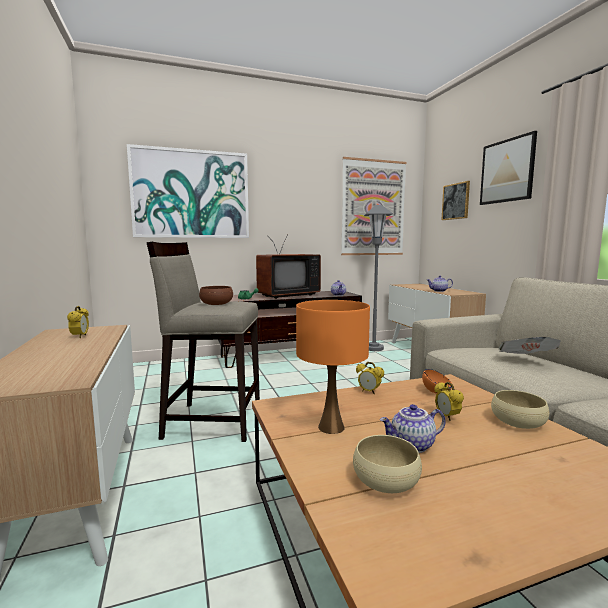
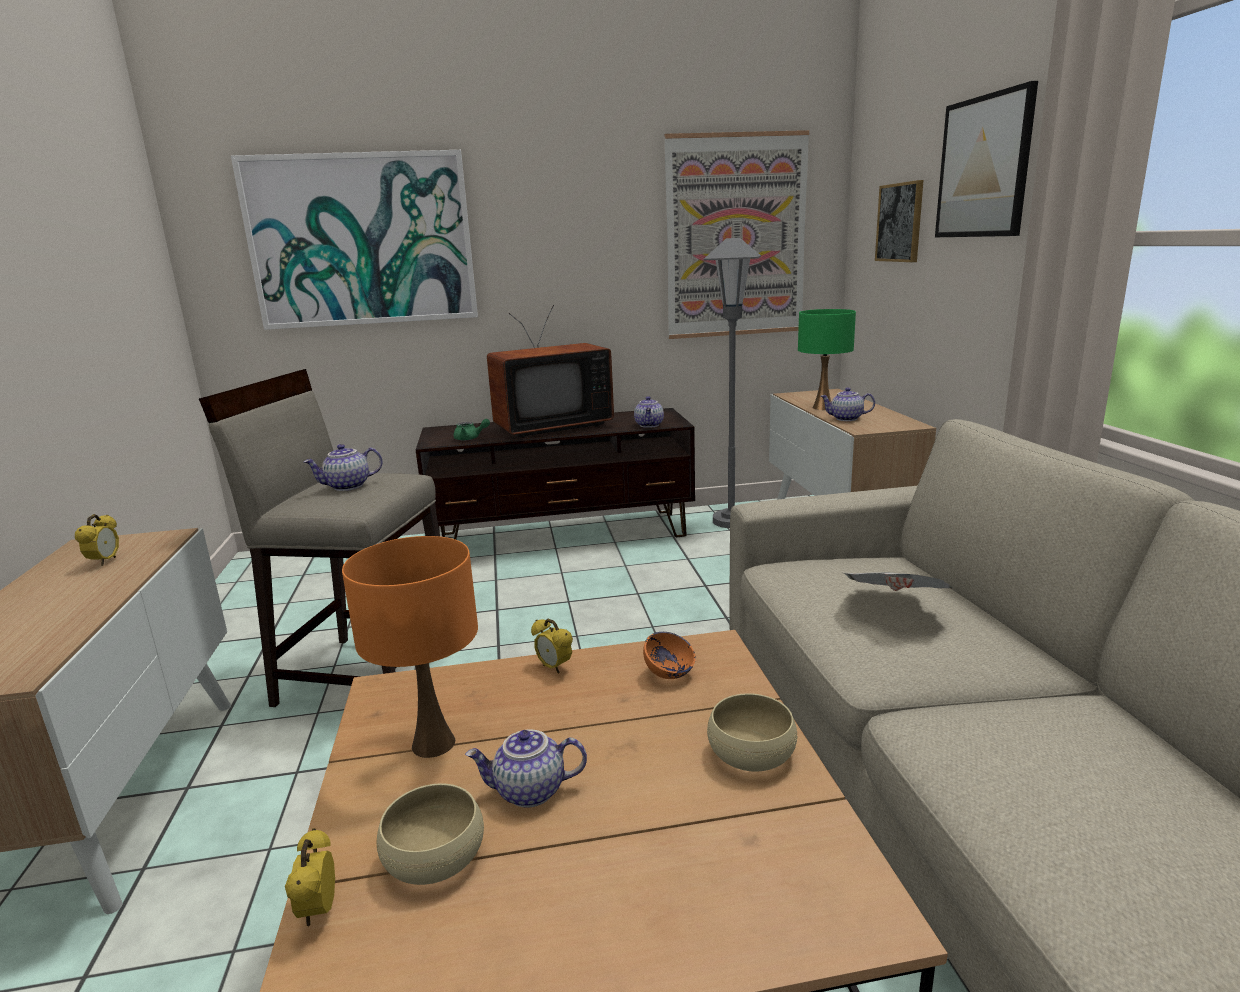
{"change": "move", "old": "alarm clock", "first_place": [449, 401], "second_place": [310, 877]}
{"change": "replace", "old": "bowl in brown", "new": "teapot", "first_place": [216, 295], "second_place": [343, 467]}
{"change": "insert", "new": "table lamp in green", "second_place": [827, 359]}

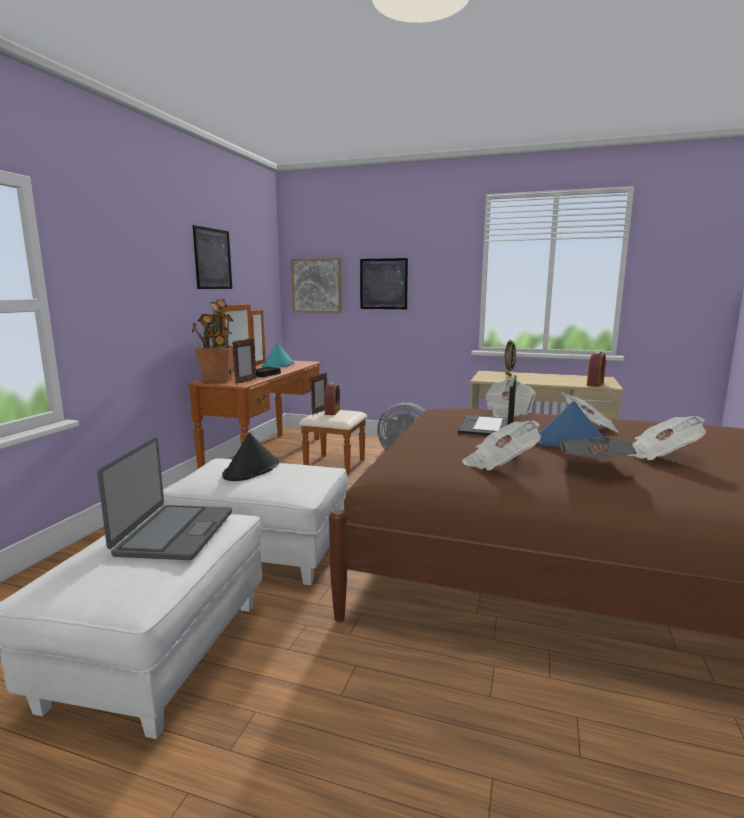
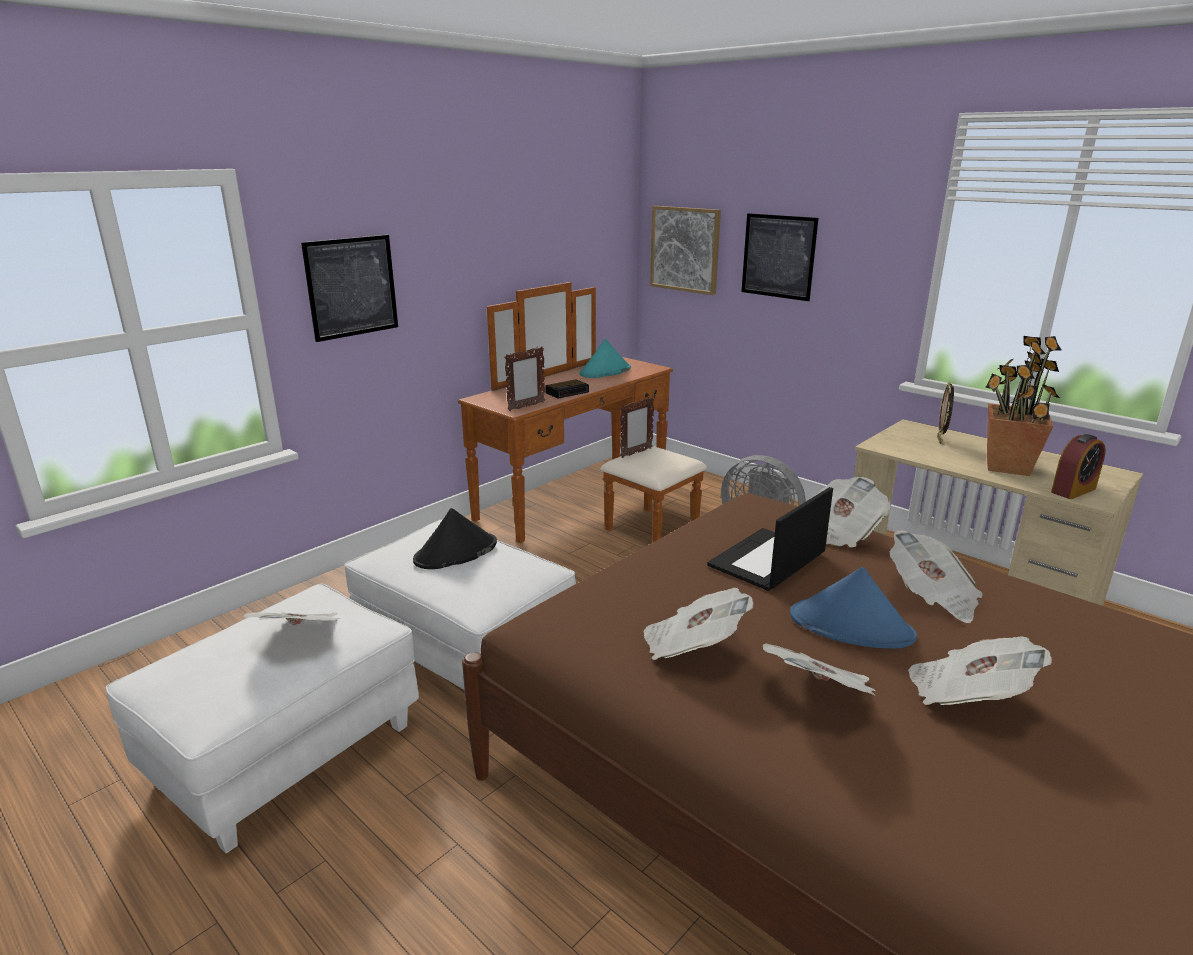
{"change": "replace", "old": "laptop", "new": "newspaper", "first_place": [164, 498], "second_place": [292, 619]}
{"change": "move", "old": "picture", "first_place": [212, 257], "second_place": [349, 288]}
{"change": "move", "old": "potted plant", "first_place": [213, 341], "second_place": [1023, 406]}
{"change": "delete", "old": "alarm clock", "first_place": [332, 398]}

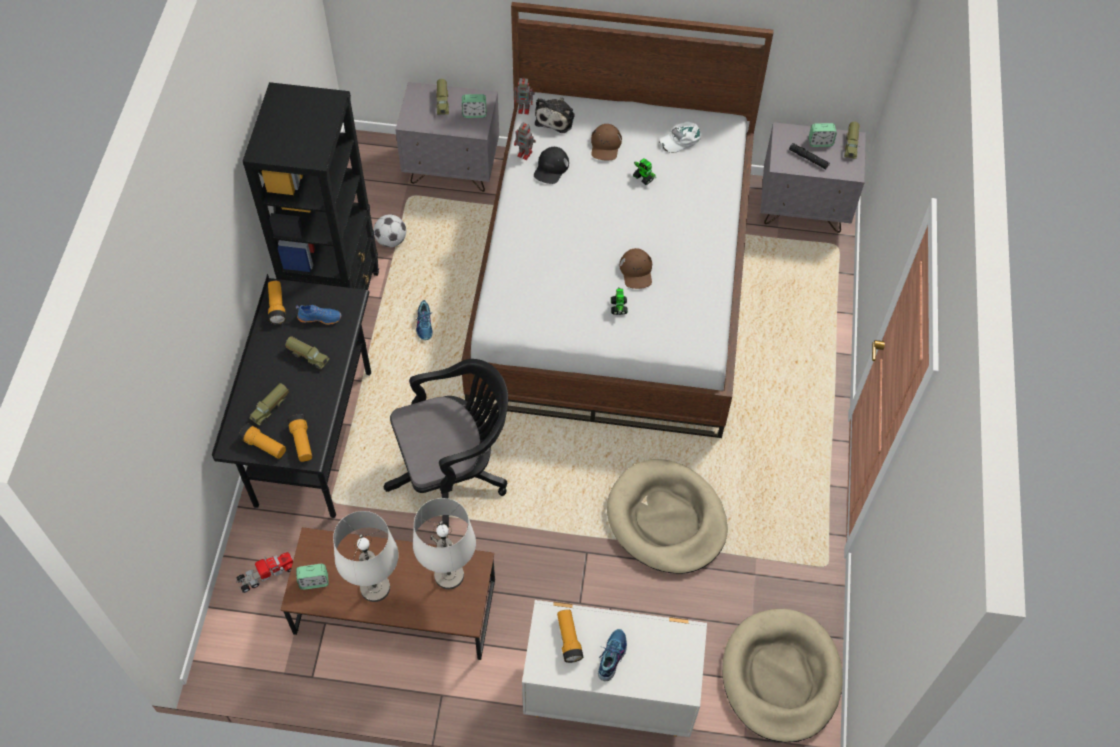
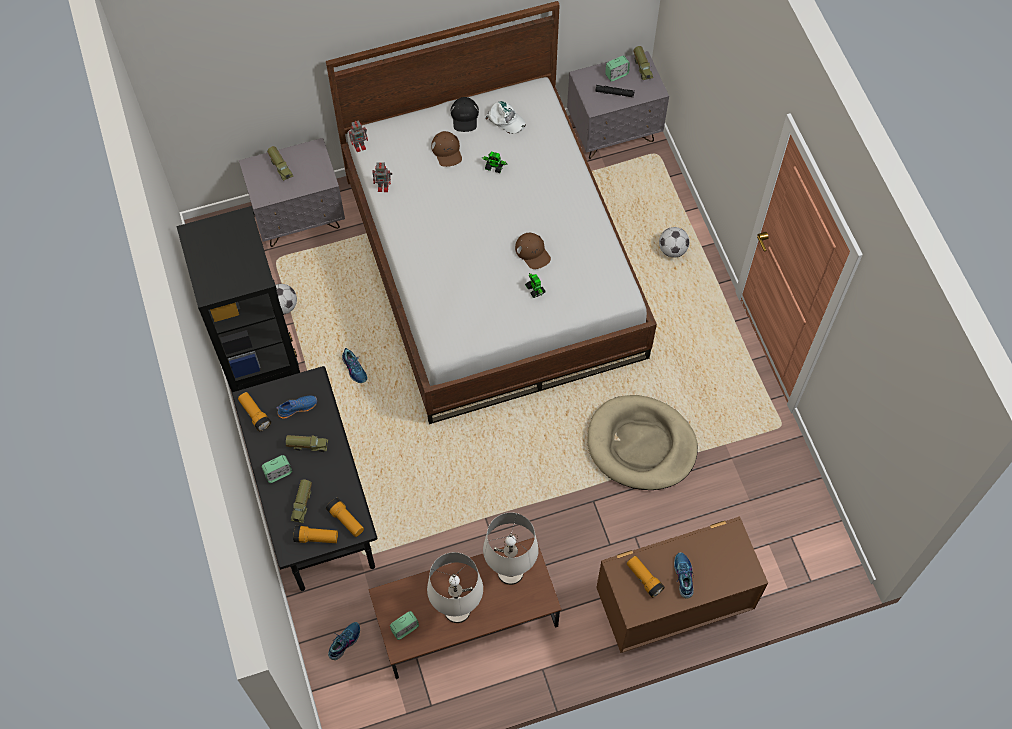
{"change": "move", "old": "alarm clock", "first_place": [474, 106], "second_place": [276, 469]}
{"change": "replace", "old": "toy truck", "new": "shoe", "first_place": [264, 572], "second_place": [344, 641]}
{"change": "move", "old": "cap in black", "first_place": [551, 165], "second_place": [465, 114]}
{"change": "rotate", "old": "cap in white", "first_place": [680, 137], "second_place": [505, 117], "degrees": -90}
{"change": "recolor", "old": "dresser in white", "new": "dresser in brown", "first_place": [614, 668], "second_place": [682, 584]}
{"change": "insert", "new": "football", "second_place": [674, 242]}
{"change": "delete", "old": "office chair in black", "first_place": [446, 443]}
{"change": "delete", "old": "plush toy", "first_place": [555, 115]}
{"change": "delete", "old": "dog bed in beige", "first_place": [782, 676]}

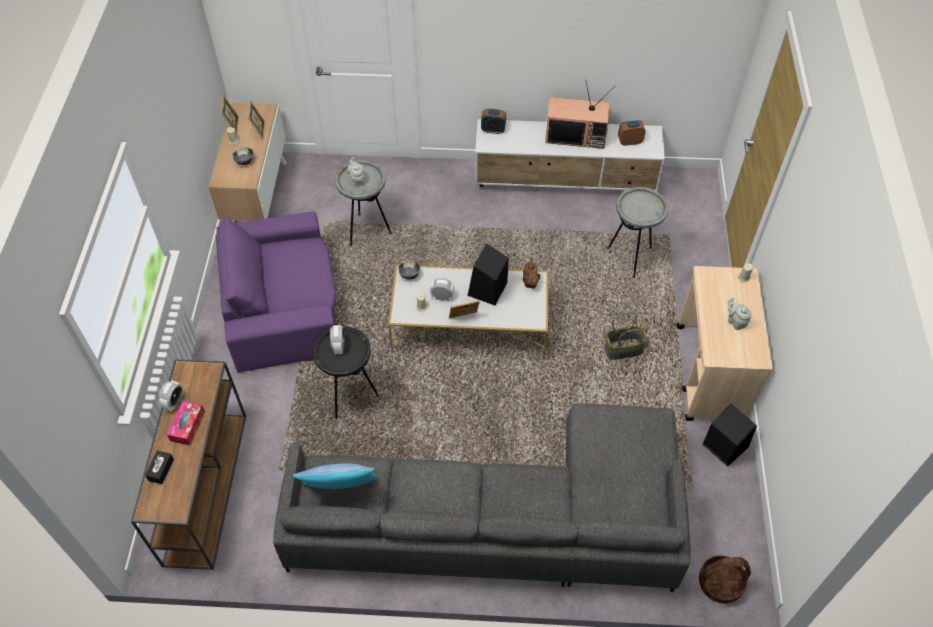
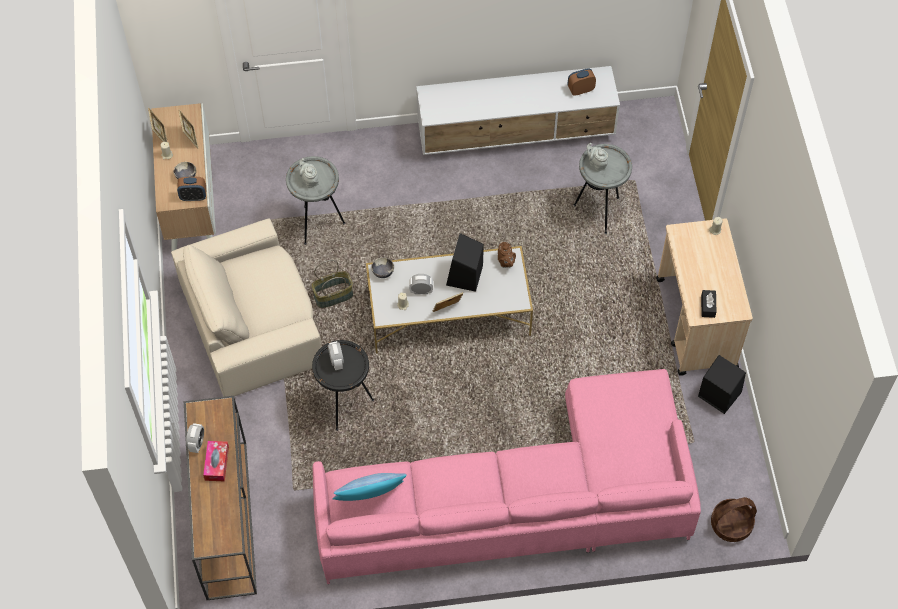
{"change": "recolor", "old": "armchair in purple", "new": "armchair in beige", "first_place": [276, 291], "second_place": [246, 307]}
{"change": "move", "old": "alarm clock", "first_place": [493, 121], "second_place": [191, 189]}
{"change": "move", "old": "basket", "first_place": [626, 336], "second_place": [332, 284]}
{"change": "recolor", "old": "sofa in grey", "new": "sofa in pink", "first_place": [482, 497], "second_place": [507, 476]}
{"change": "move", "old": "teapot in grey", "first_place": [740, 314], "second_place": [597, 157]}
{"change": "move", "old": "tissue box in black", "first_place": [159, 467], "second_place": [708, 304]}
{"change": "delete", "old": "television", "first_place": [580, 114]}

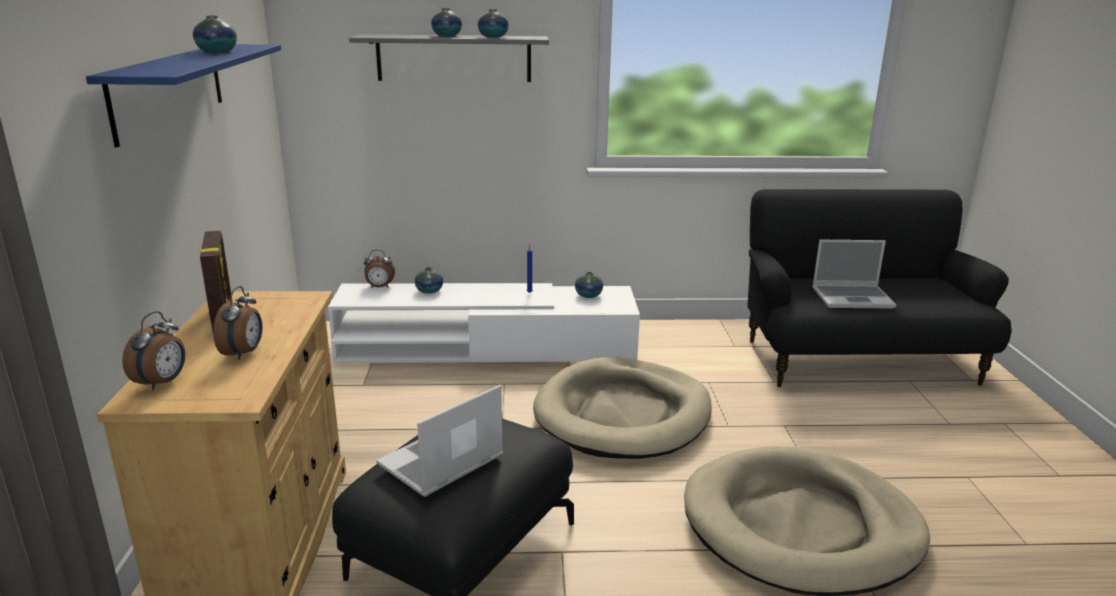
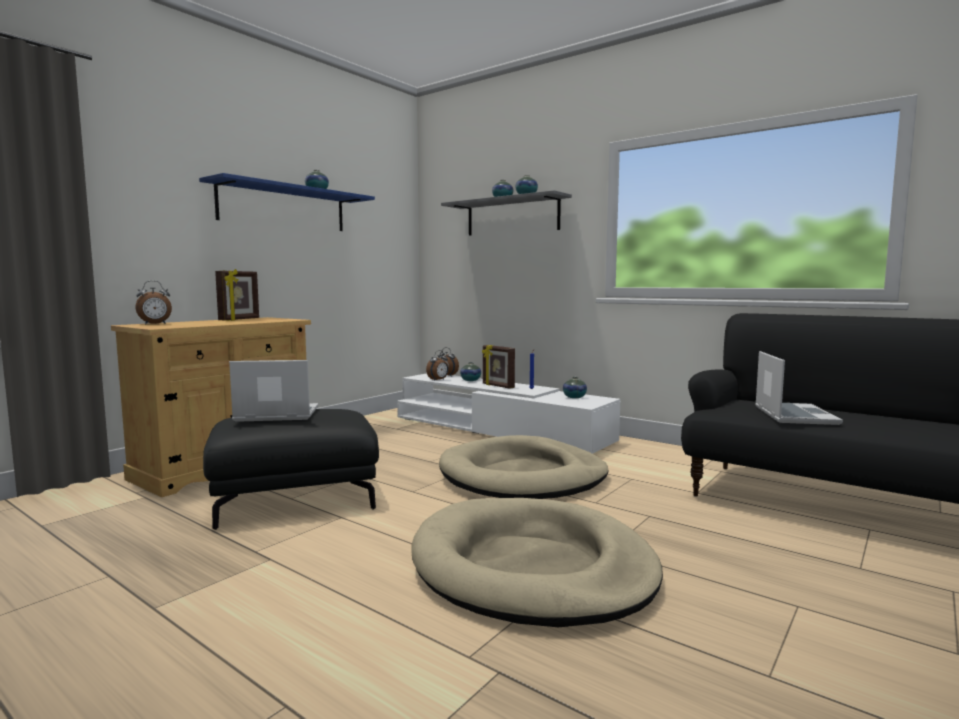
{"change": "move", "old": "alarm clock", "first_place": [238, 323], "second_place": [437, 365]}
{"change": "insert", "new": "picture frame", "second_place": [498, 367]}
{"change": "rotate", "old": "laptop", "first_place": [854, 274], "second_place": [799, 388], "degrees": -120}

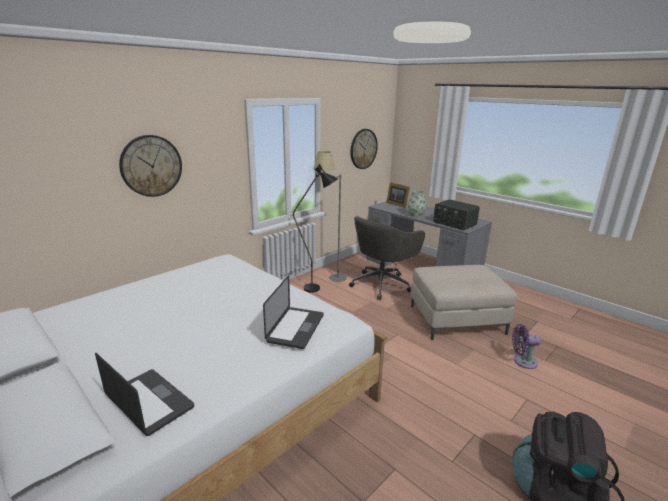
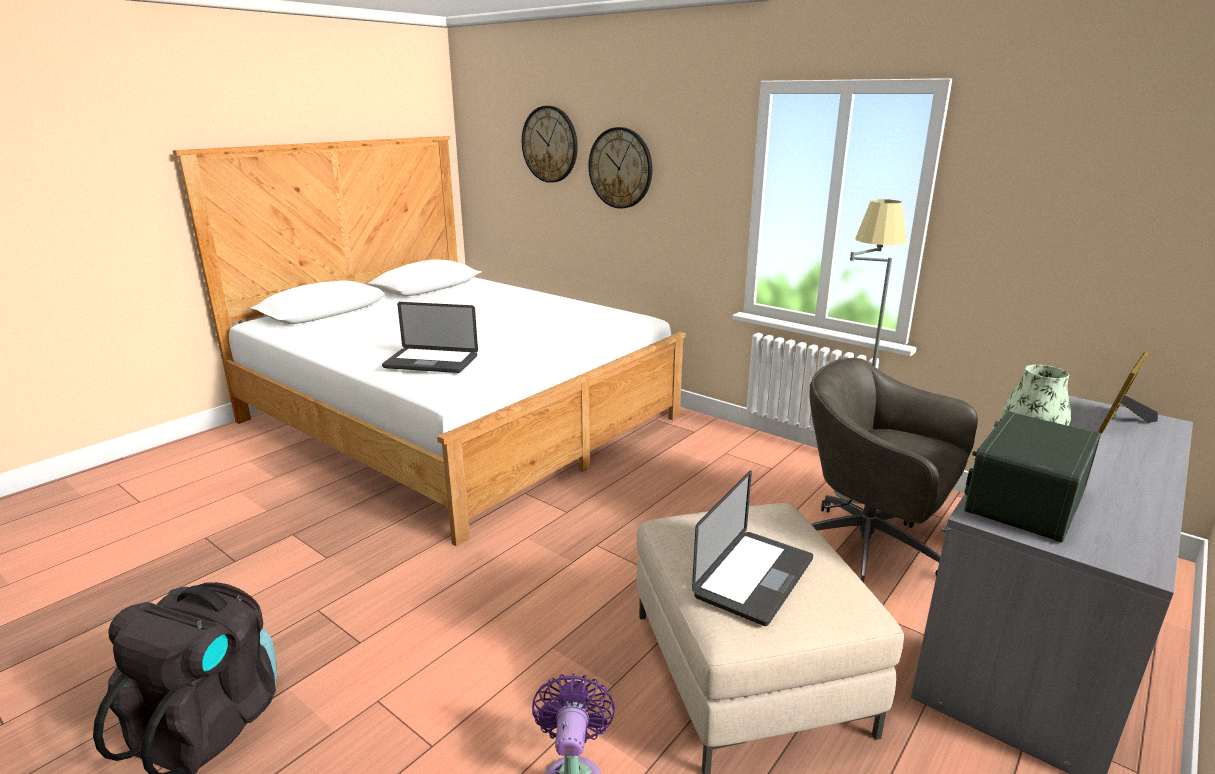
{"change": "move", "old": "wall clock", "first_place": [364, 149], "second_place": [550, 144]}
{"change": "move", "old": "laptop", "first_place": [144, 394], "second_place": [752, 548]}
{"change": "delete", "old": "floor lamp in black", "first_place": [315, 228]}

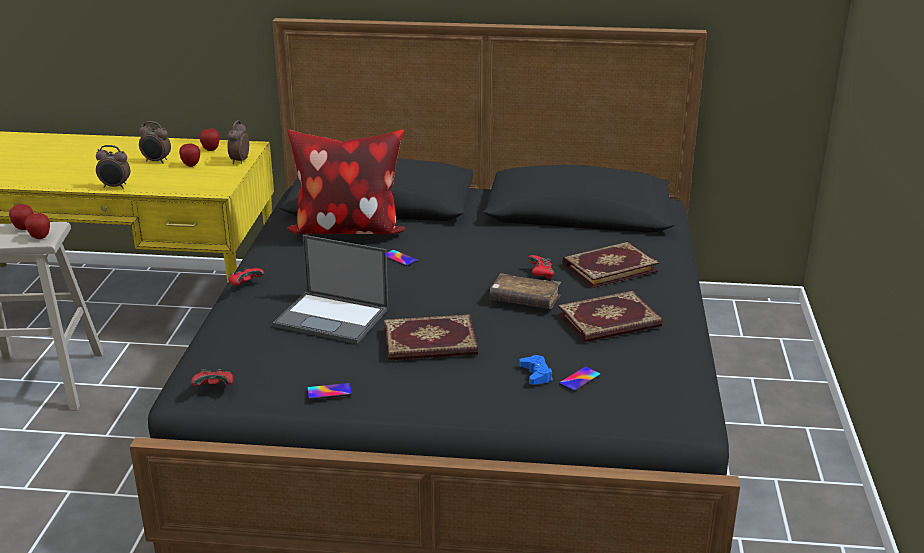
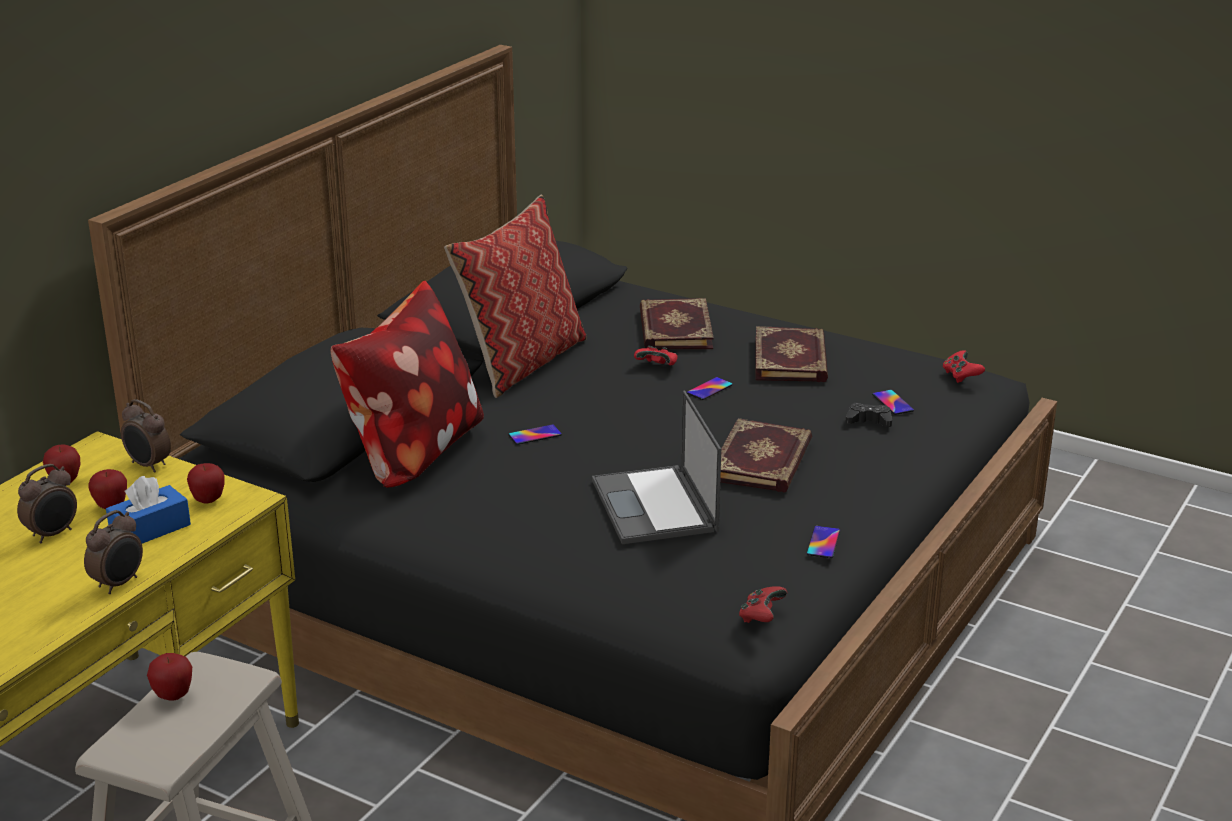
{"change": "insert", "new": "tissue box in blue", "second_place": [148, 509]}
{"change": "move", "old": "apple", "first_place": [37, 226], "second_place": [206, 483]}
{"change": "insert", "new": "pillow", "second_place": [515, 296]}
{"change": "rotate", "old": "laptop", "first_place": [330, 289], "second_place": [656, 467], "degrees": 120}
{"change": "replace", "old": "book in brown", "new": "phone", "first_place": [525, 291], "second_place": [710, 388]}
{"change": "recolor", "old": "game controller in blue", "new": "game controller in black", "first_place": [536, 370], "second_place": [869, 415]}
{"change": "move", "old": "game controller in red", "first_place": [246, 276], "second_place": [964, 366]}

